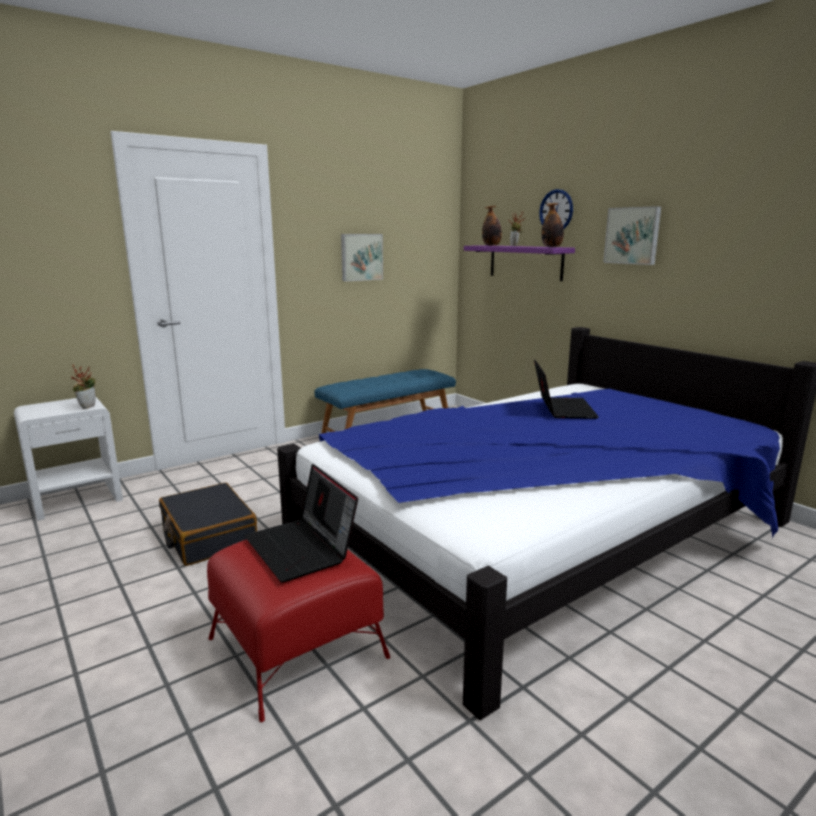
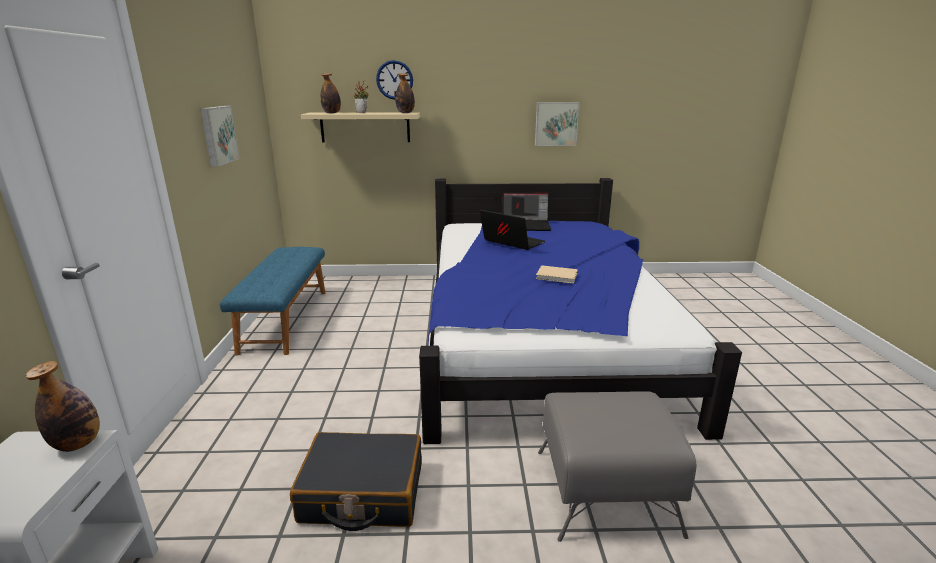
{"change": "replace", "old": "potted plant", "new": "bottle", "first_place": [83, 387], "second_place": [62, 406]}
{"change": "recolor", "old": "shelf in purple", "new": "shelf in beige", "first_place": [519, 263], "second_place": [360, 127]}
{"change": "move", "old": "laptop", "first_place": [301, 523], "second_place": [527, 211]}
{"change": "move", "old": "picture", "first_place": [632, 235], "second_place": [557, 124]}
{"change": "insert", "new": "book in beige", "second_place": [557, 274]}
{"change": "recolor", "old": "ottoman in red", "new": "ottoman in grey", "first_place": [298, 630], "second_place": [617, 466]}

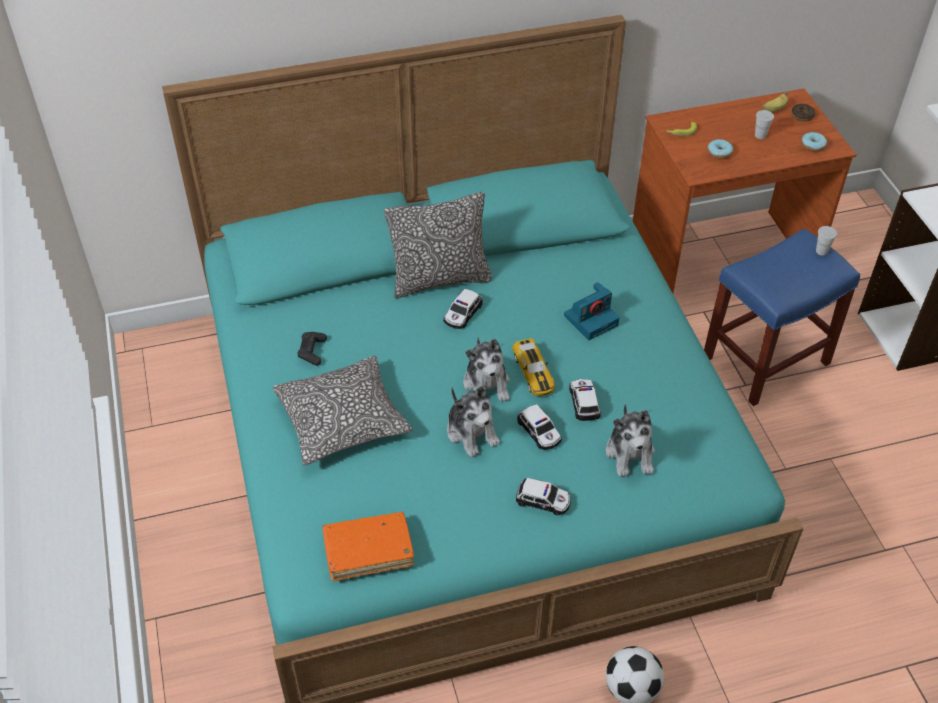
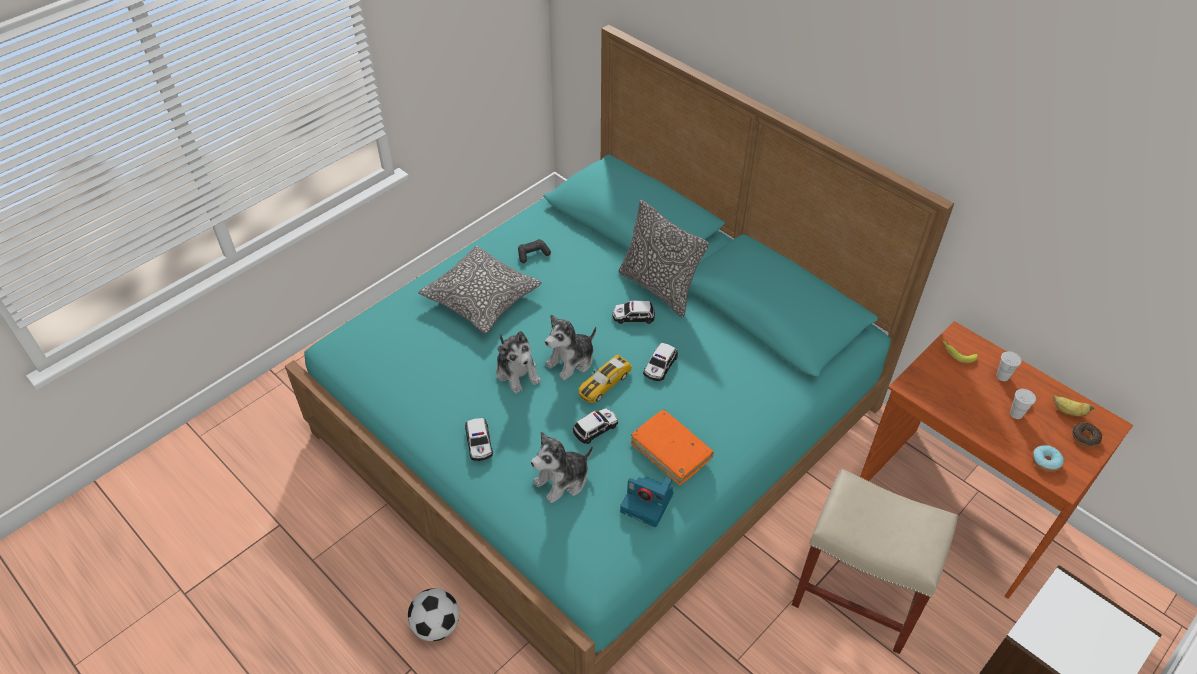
{"change": "rotate", "old": "plush toy", "first_place": [473, 421], "second_place": [518, 362], "degrees": -60}
{"change": "move", "old": "photo camera", "first_place": [592, 311], "second_place": [646, 502]}
{"change": "move", "old": "book in orange", "first_place": [368, 546], "second_place": [672, 447]}
{"change": "move", "old": "toy car", "first_place": [539, 427], "second_place": [660, 361]}
{"change": "recolor", "old": "stool in blue", "new": "stool in beige", "first_place": [782, 317], "second_place": [875, 561]}
{"change": "move", "old": "cup in white", "first_place": [826, 241], "second_place": [1009, 366]}
{"change": "delete", "old": "donut", "first_place": [720, 149]}

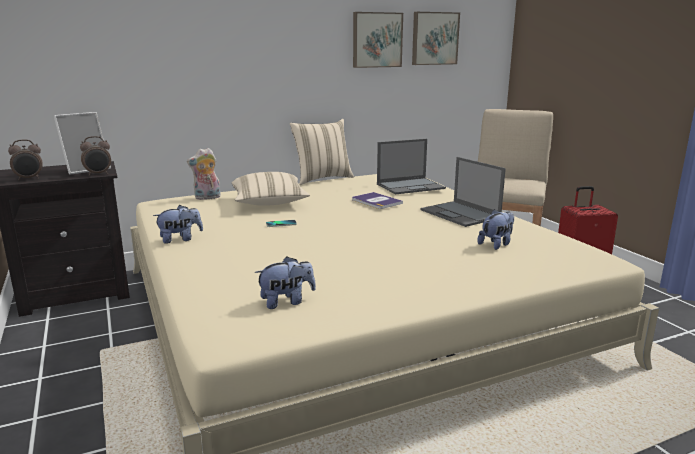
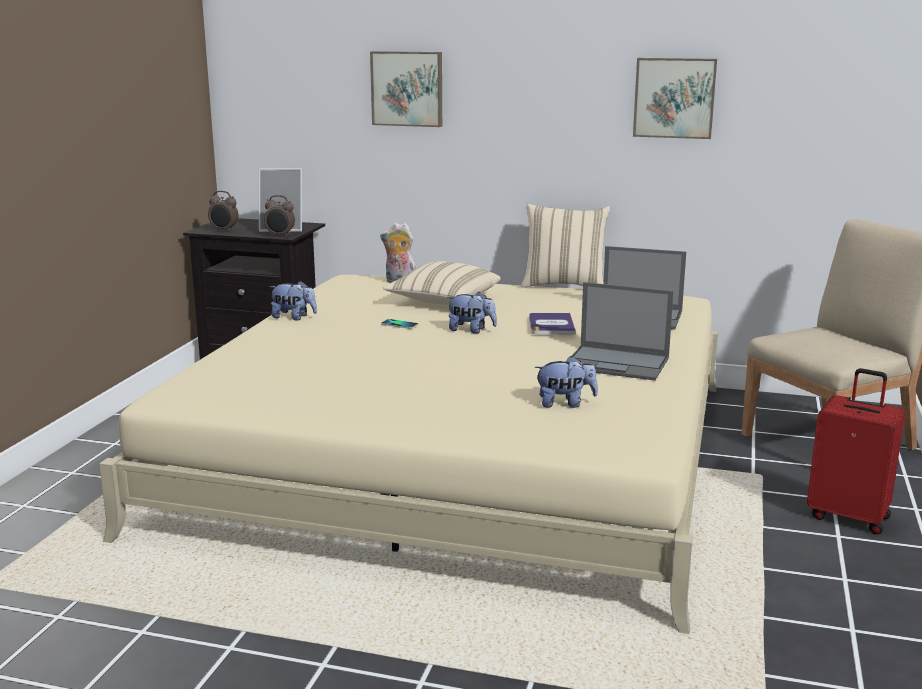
{"change": "move", "old": "picture", "first_place": [436, 38], "second_place": [406, 89]}
{"change": "move", "old": "plush toy", "first_place": [285, 282], "second_place": [471, 313]}
{"change": "rotate", "old": "laptop", "first_place": [463, 192], "second_place": [623, 331], "degrees": -75}

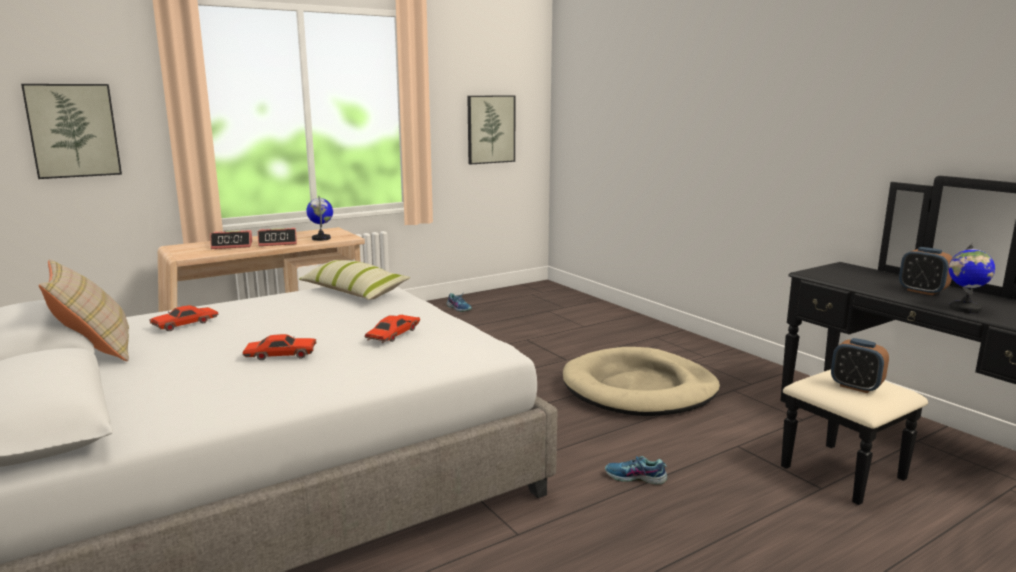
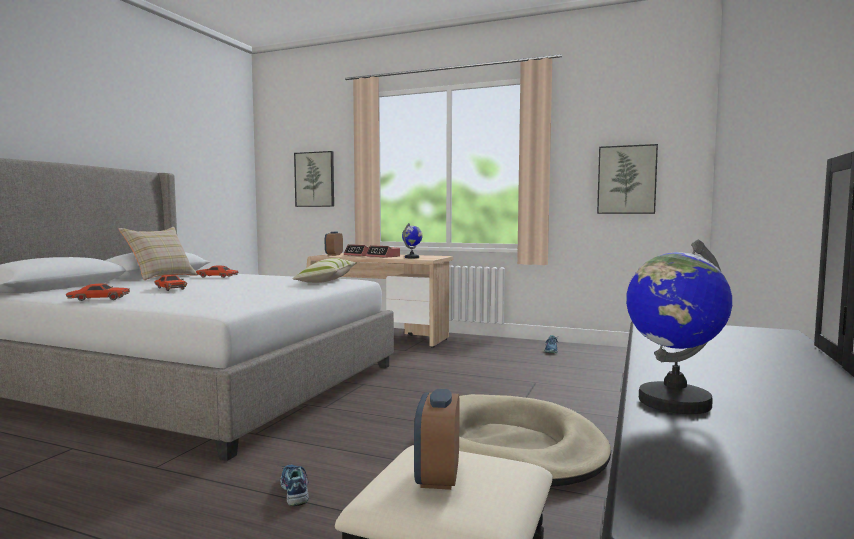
{"change": "move", "old": "toy car in red", "first_place": [392, 329], "second_place": [98, 292]}
{"change": "move", "old": "alarm clock", "first_place": [925, 271], "second_place": [334, 244]}

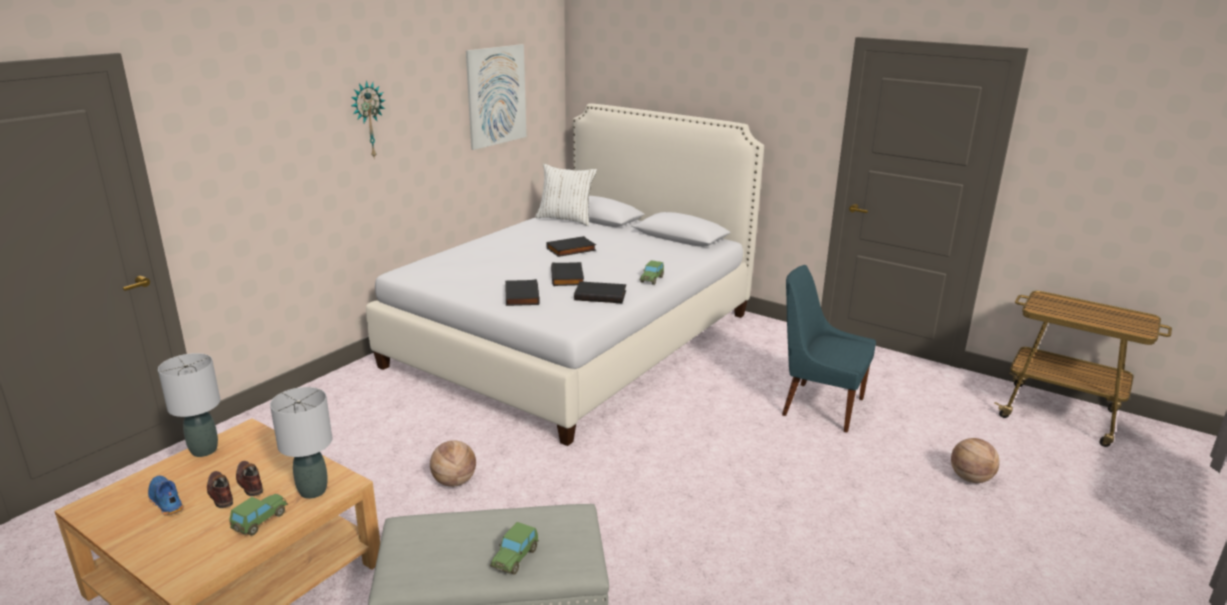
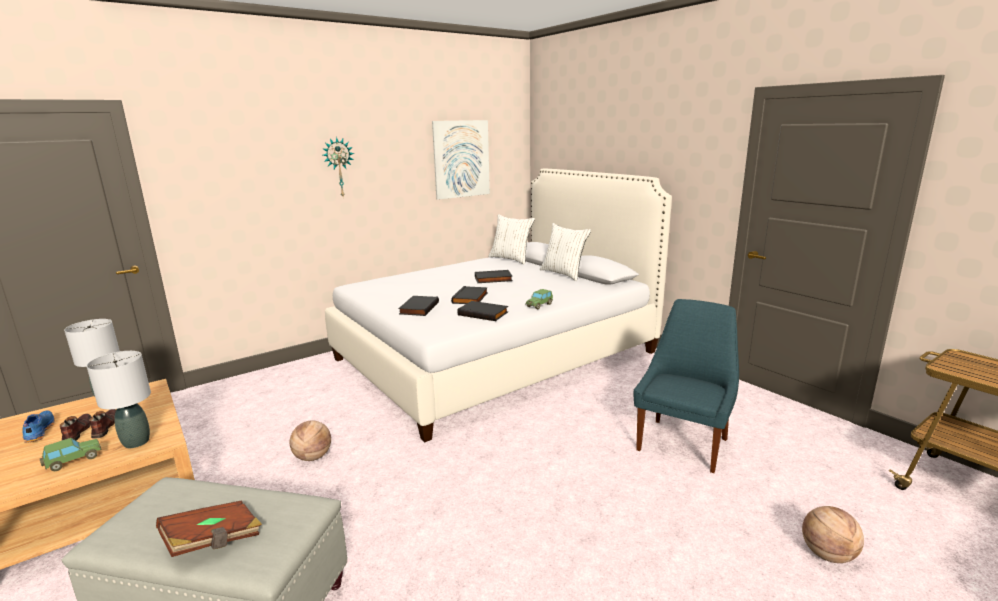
{"change": "replace", "old": "toy car", "new": "book in brown", "first_place": [514, 548], "second_place": [209, 529]}
{"change": "insert", "new": "pillow in white", "second_place": [565, 252]}
{"change": "rotate", "old": "chair in blue", "first_place": [829, 349], "second_place": [686, 386], "degrees": 75}

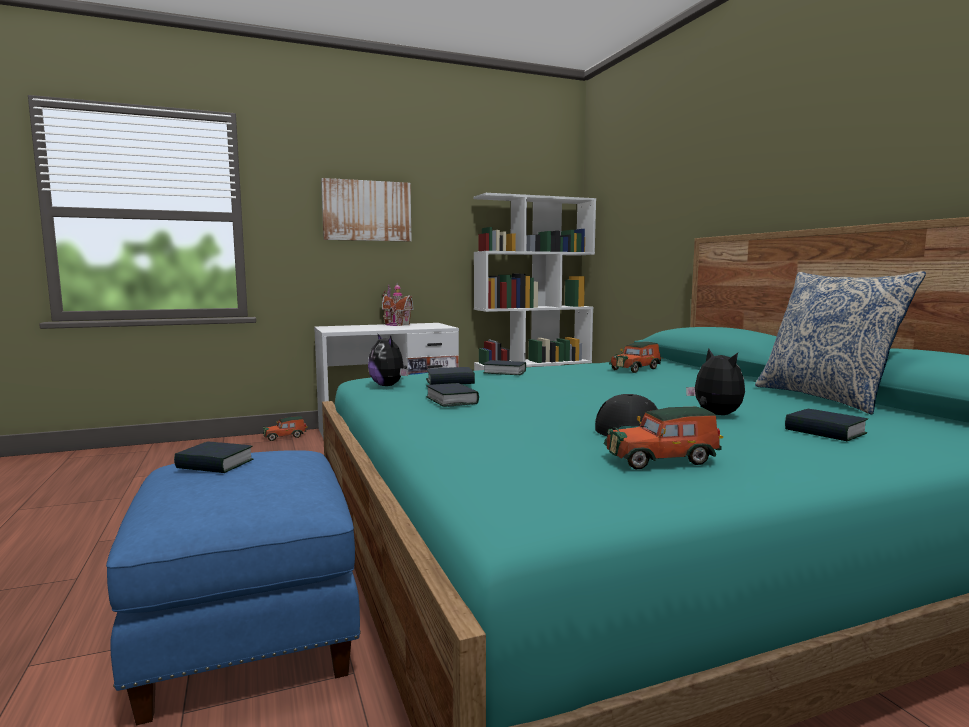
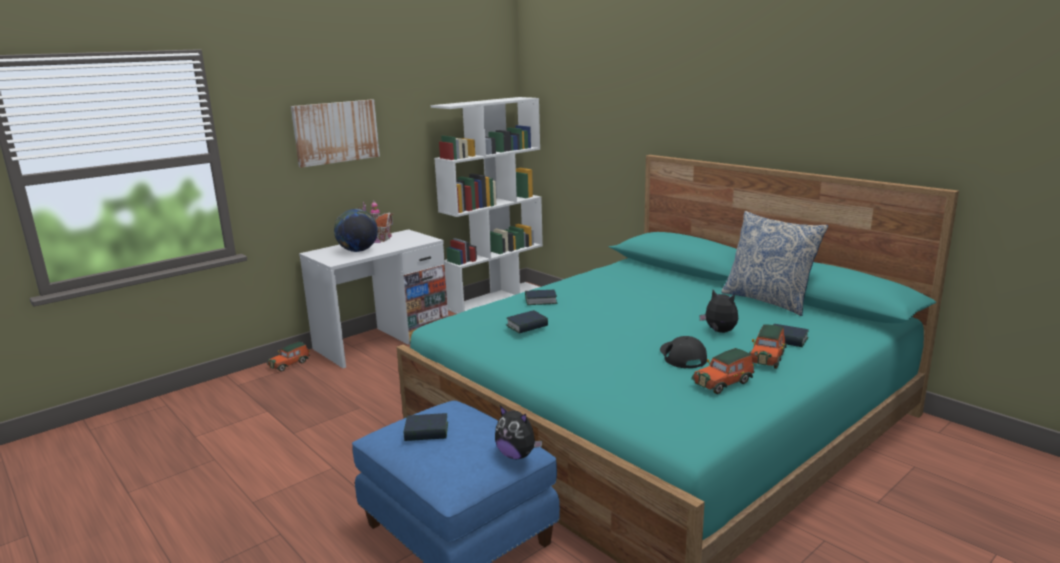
{"change": "insert", "new": "globe", "second_place": [356, 230]}
{"change": "move", "old": "plush toy", "first_place": [388, 359], "second_place": [518, 432]}
{"change": "move", "old": "toy car", "first_place": [635, 357], "second_place": [768, 346]}
{"change": "delete", "old": "book", "first_place": [452, 395]}

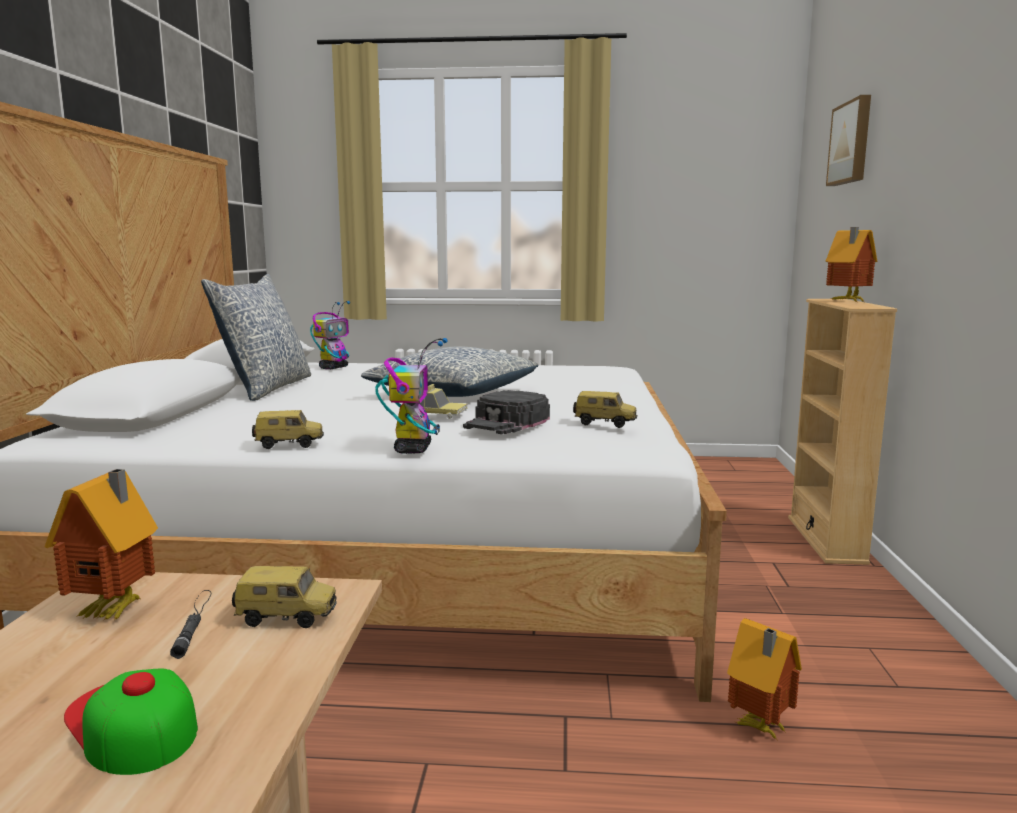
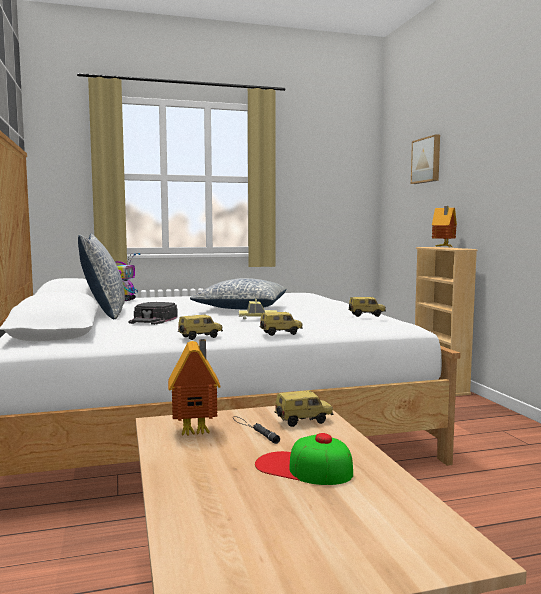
{"change": "move", "old": "cap in black", "first_place": [506, 412], "second_place": [153, 313]}
{"change": "replace", "old": "toy robot", "new": "toy car", "first_place": [411, 396], "second_place": [281, 324]}
{"change": "delete", "old": "toy house", "first_place": [764, 679]}

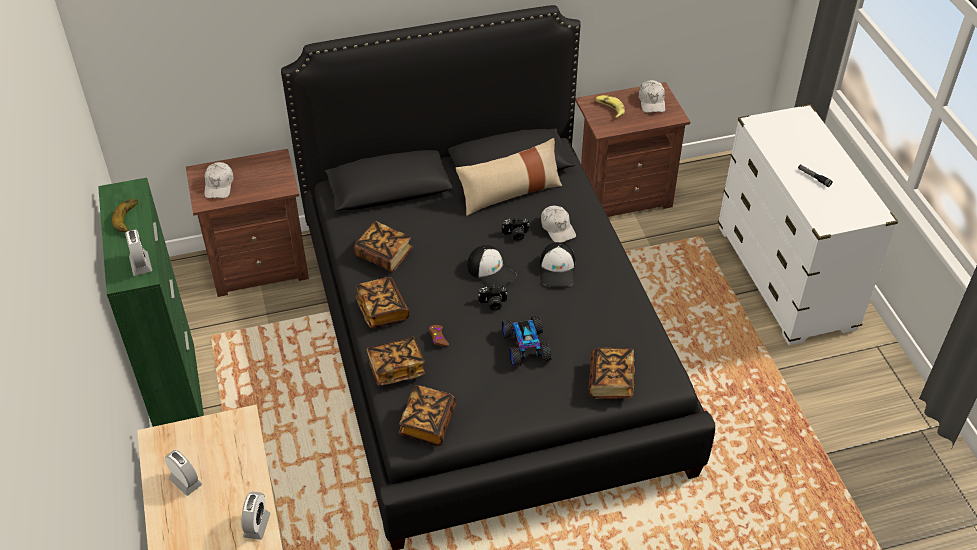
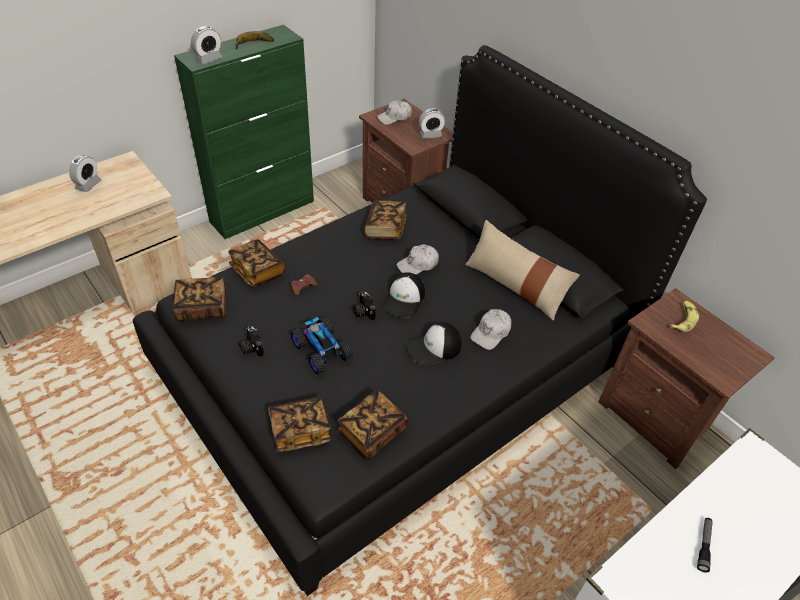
{"change": "move", "old": "photo camera", "first_place": [515, 229], "second_place": [251, 341]}
{"change": "rotate", "old": "toy car", "first_place": [526, 341], "second_place": [322, 345], "degrees": 90}
{"change": "move", "old": "book", "first_place": [383, 302], "second_place": [372, 425]}
{"change": "move", "old": "cap in white", "first_place": [651, 96], "second_place": [418, 259]}
{"change": "move", "old": "alarm clock", "first_place": [256, 516], "second_place": [432, 123]}

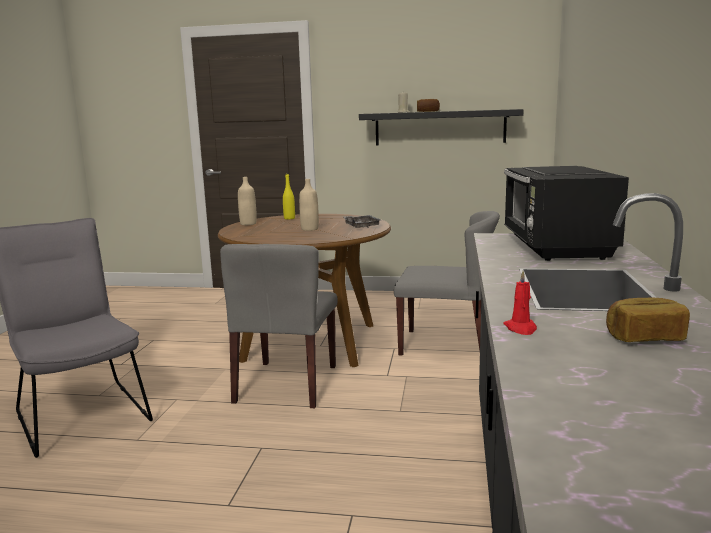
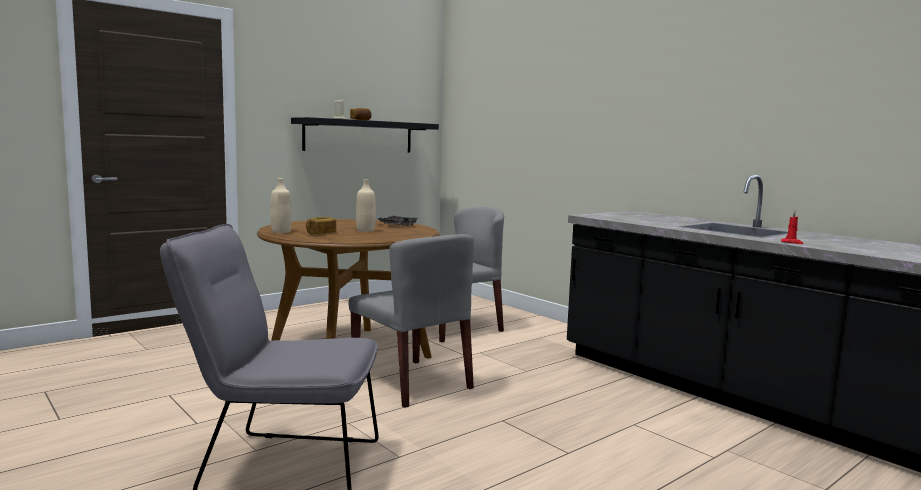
{"change": "move", "old": "bread", "first_place": [648, 320], "second_place": [321, 225]}
{"change": "delete", "old": "bottle in yellow", "first_place": [289, 196]}
{"change": "delete", "old": "microwave in black", "first_place": [566, 213]}

